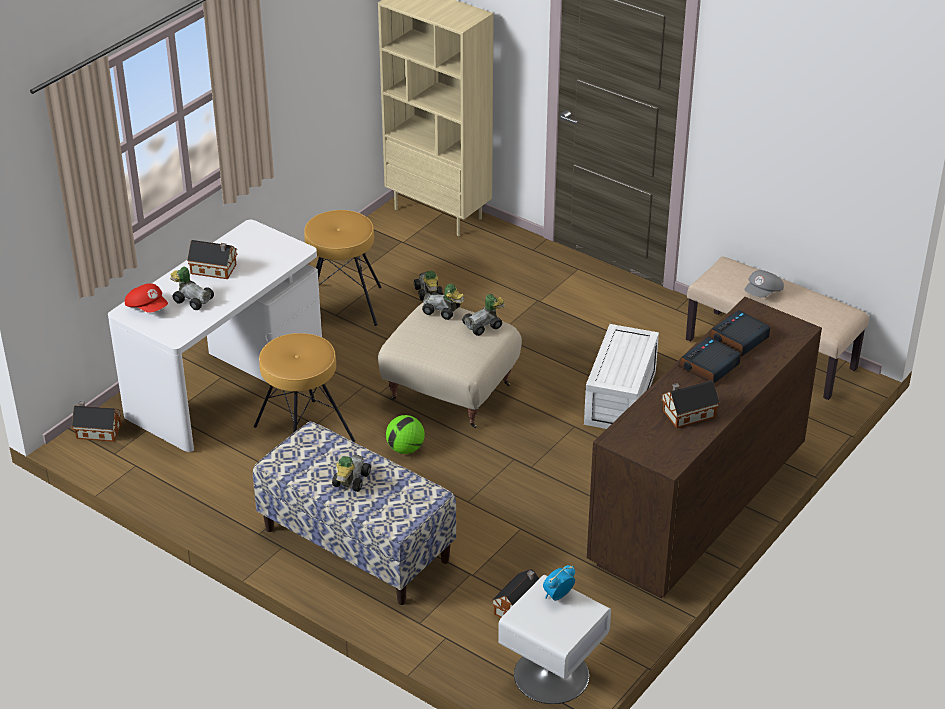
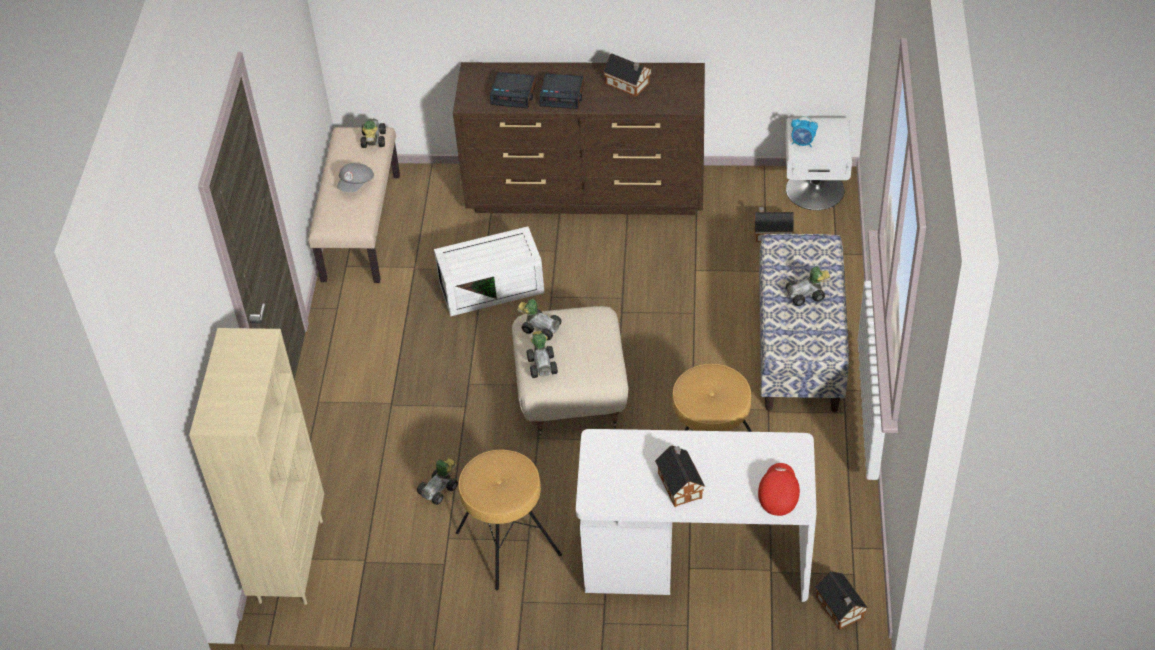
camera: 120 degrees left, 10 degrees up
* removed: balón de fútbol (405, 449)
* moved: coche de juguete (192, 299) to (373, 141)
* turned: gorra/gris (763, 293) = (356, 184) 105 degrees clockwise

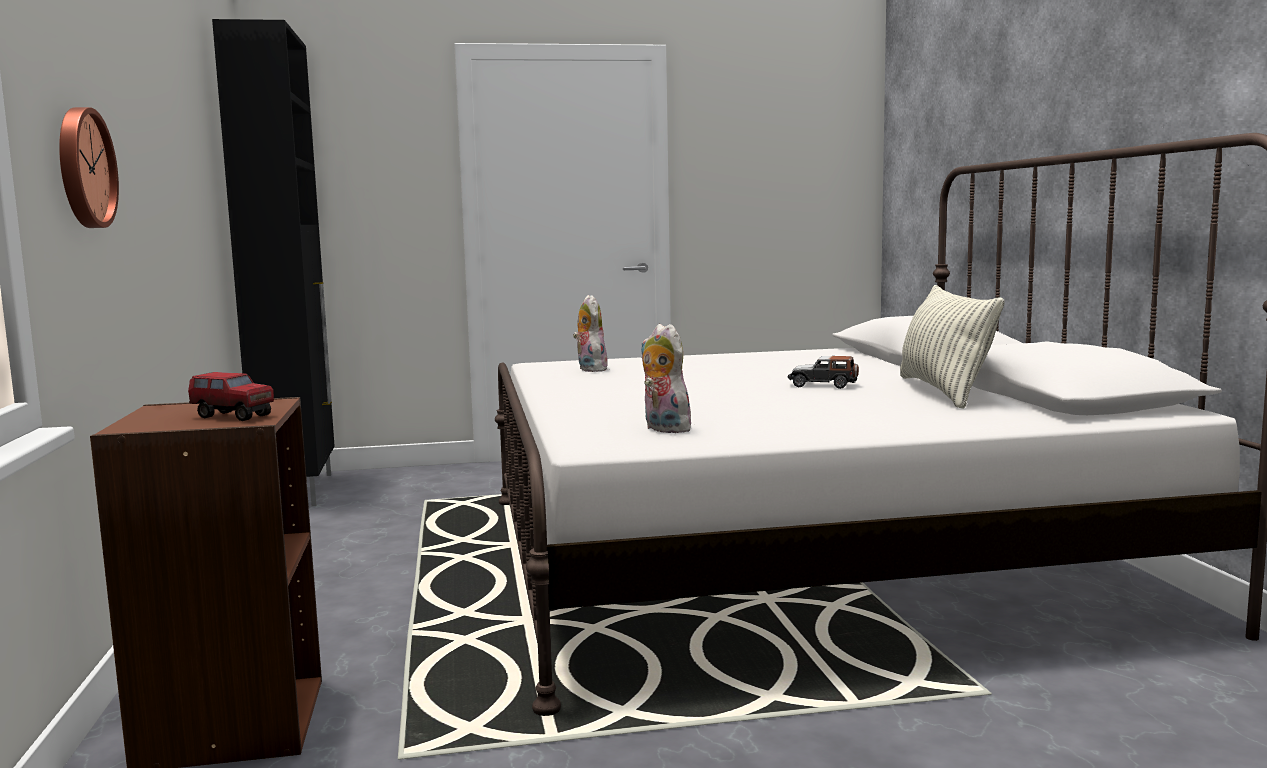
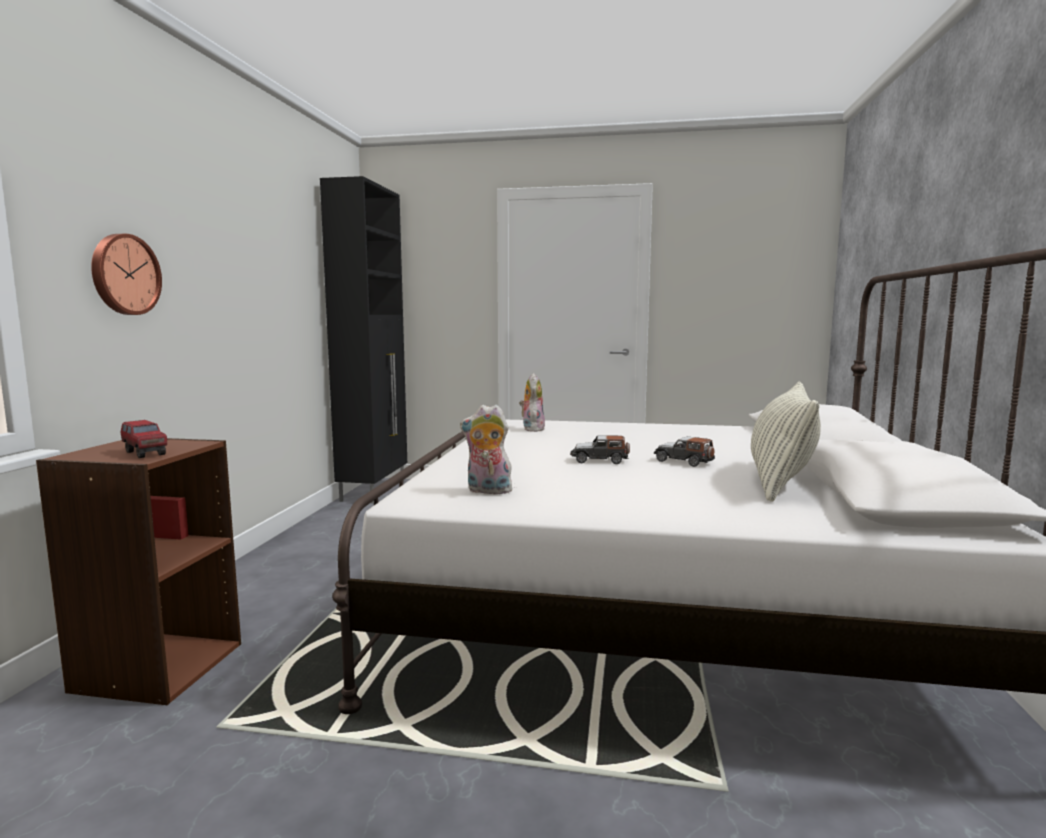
camera: 20 degrees right, 0 degrees up
* added: coche de juguete (599, 460)
* turned: peluche (663, 429) = (487, 491) 60 degrees counterclockwise

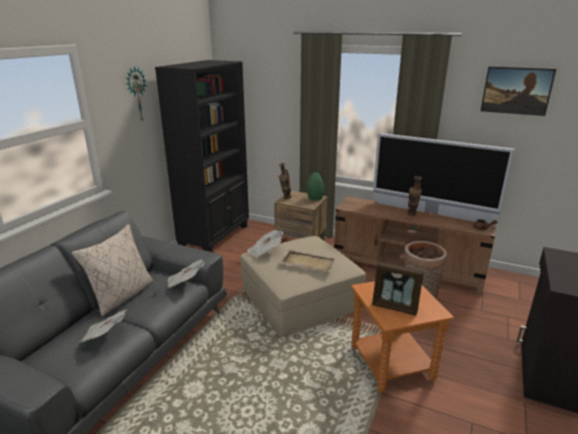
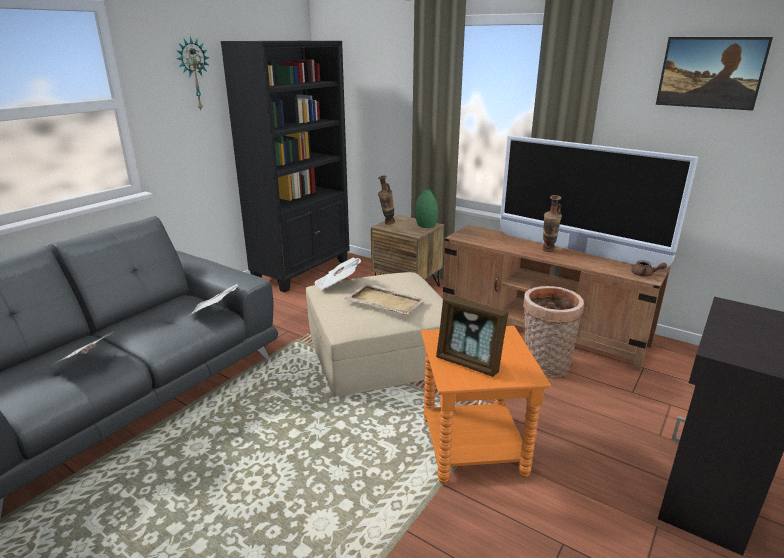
camera: 10 degrees right, 0 degrees up
* removed: cojín/beis (122, 296)

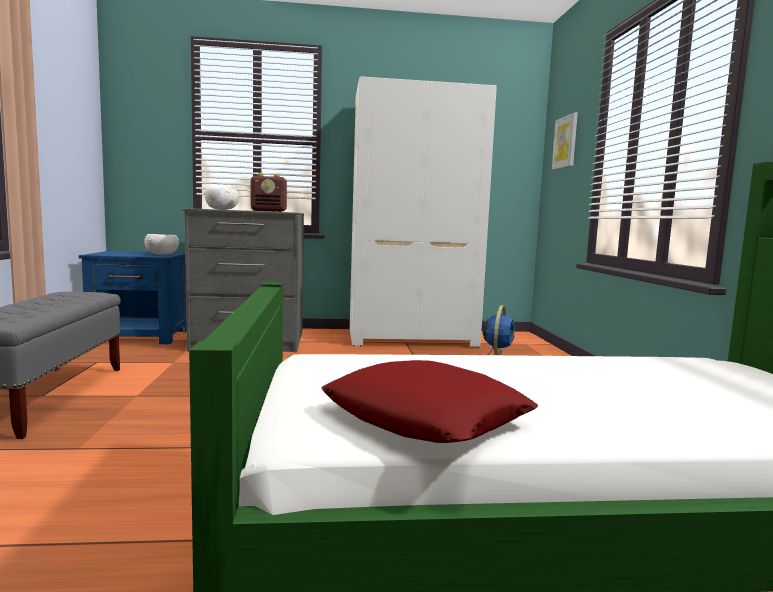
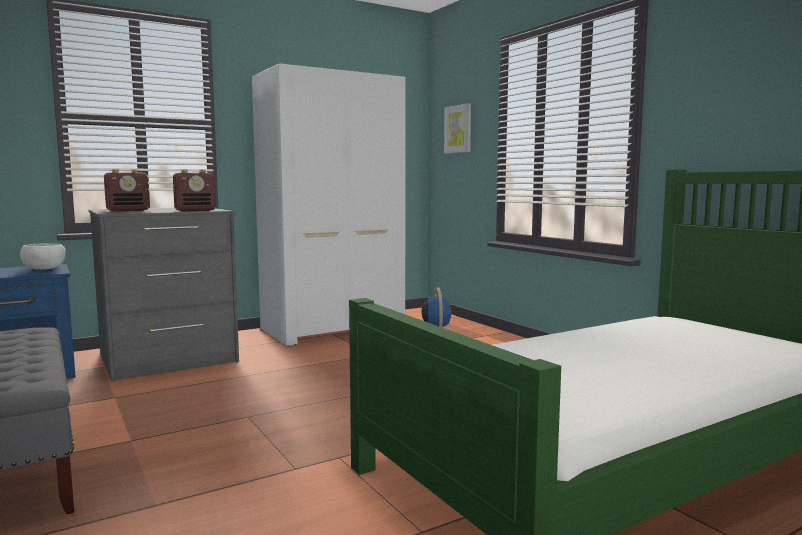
camera: 25 degrees left, 0 degrees up
* removed: cojín/rojo (425, 417)
* replaced: cuenco/blanco (222, 209) to radio (128, 210)

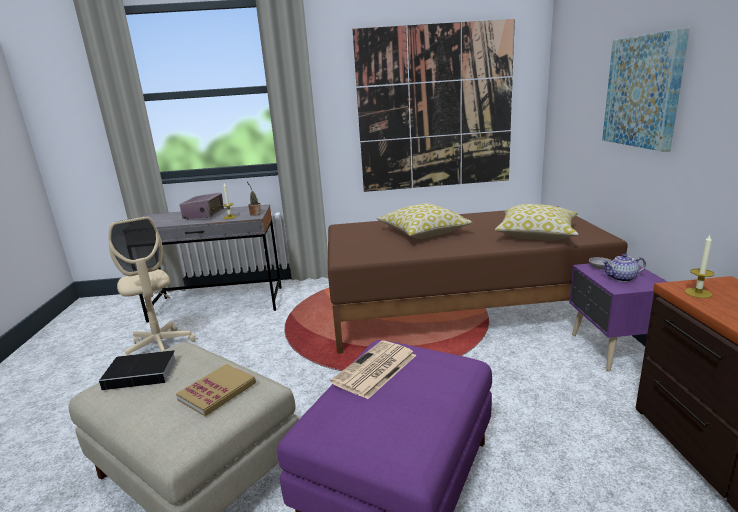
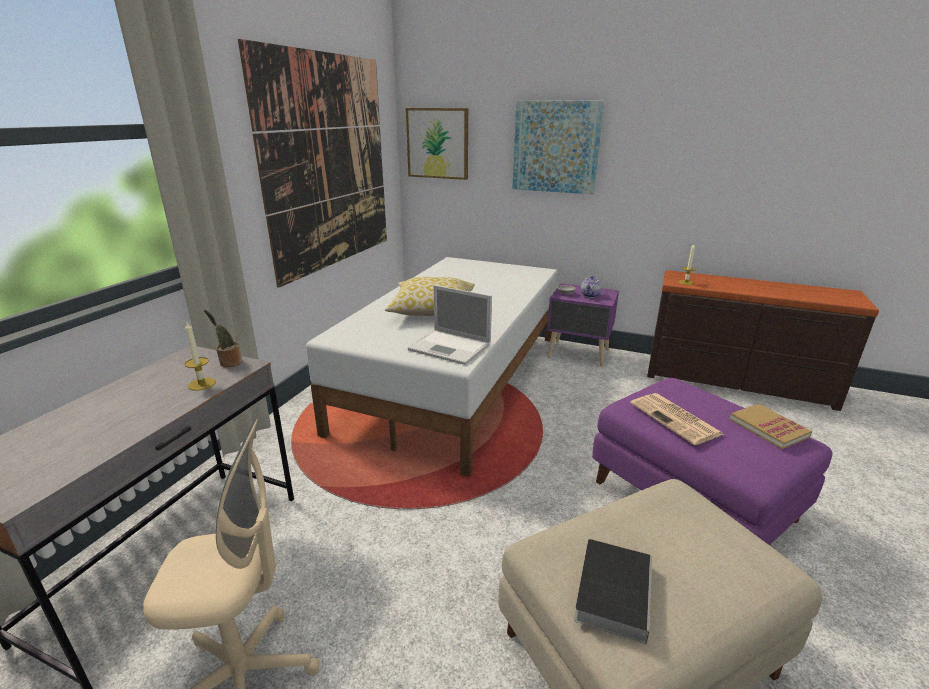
camera: 65 degrees left, 5 degrees up
* removed: radio (204, 214)
* removed: cojín (537, 234)
* added: cuadro (437, 143)
* added: portátil (451, 347)
* moved: libro (217, 391) to (768, 428)
* recoloured: cama/marrón (461, 309) to cama/blanco (457, 380)

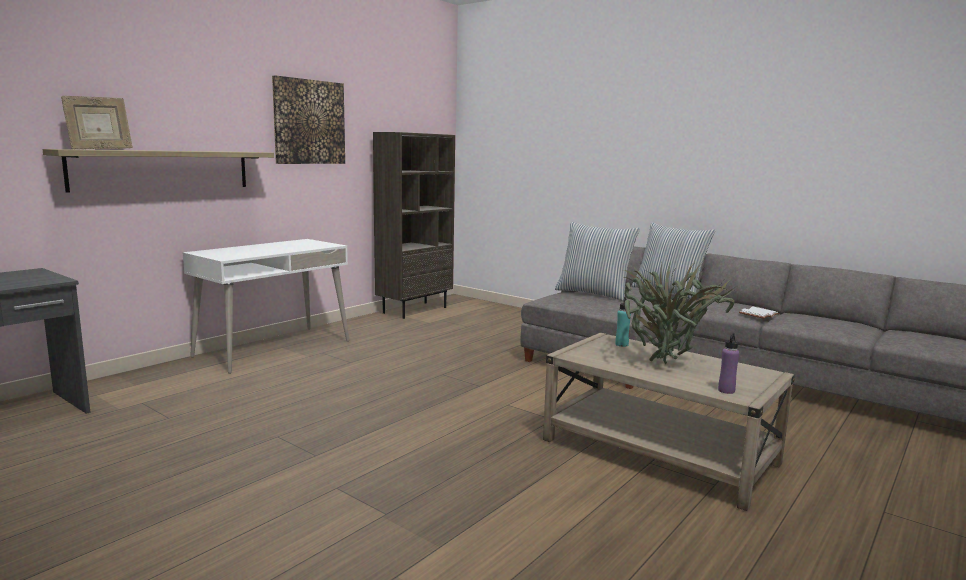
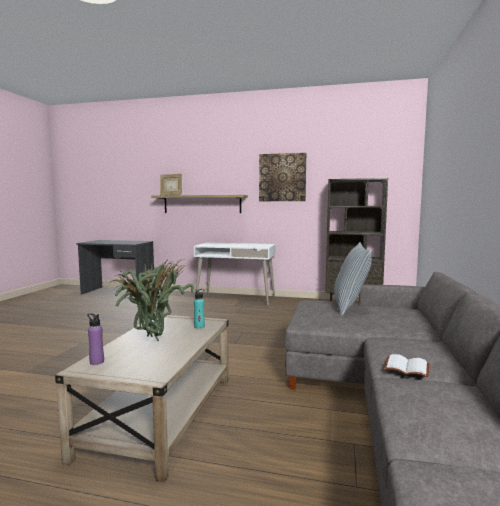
camera: 65 degrees right, 5 degrees down
* removed: cojín (668, 292)

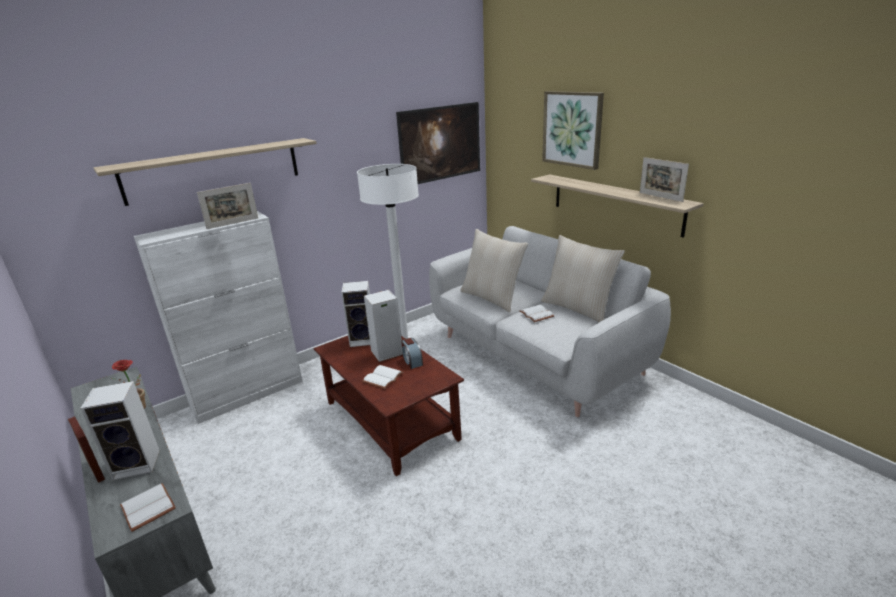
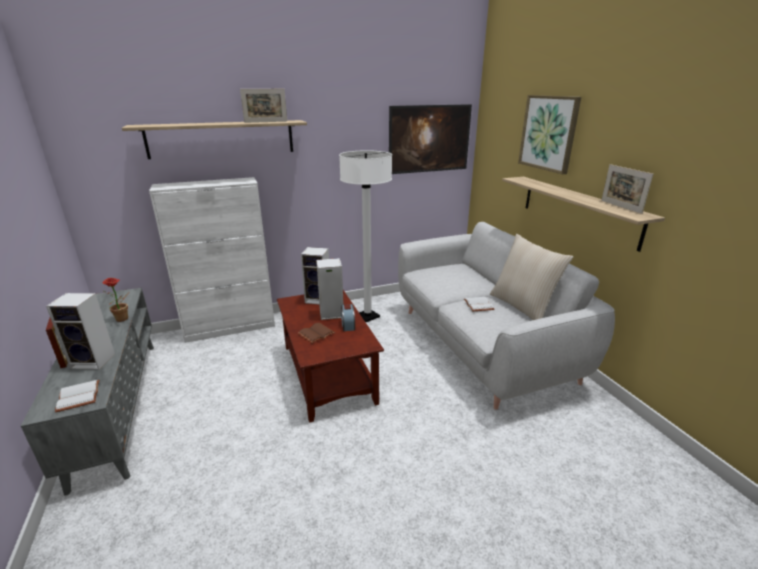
camera: 15 degrees right, 0 degrees up
* removed: cojín/beis (492, 298)
* moved: portarretratos (233, 223) to (266, 122)
* recoloured: libro/blanco (383, 378) to libro/marrón (316, 334)

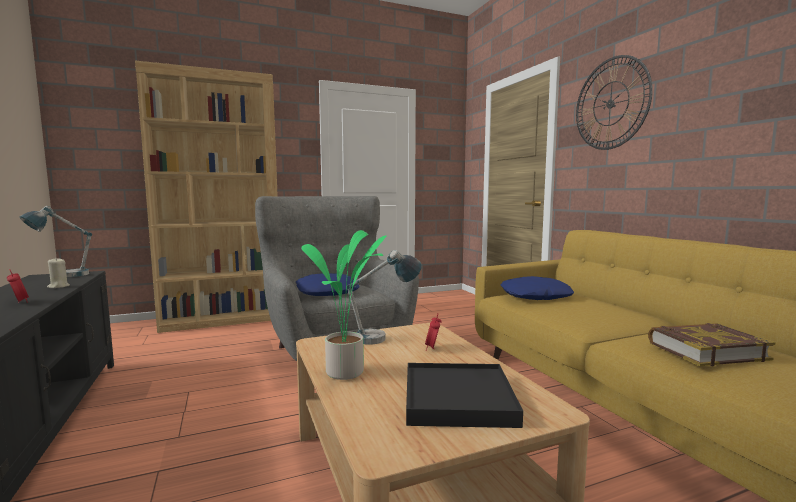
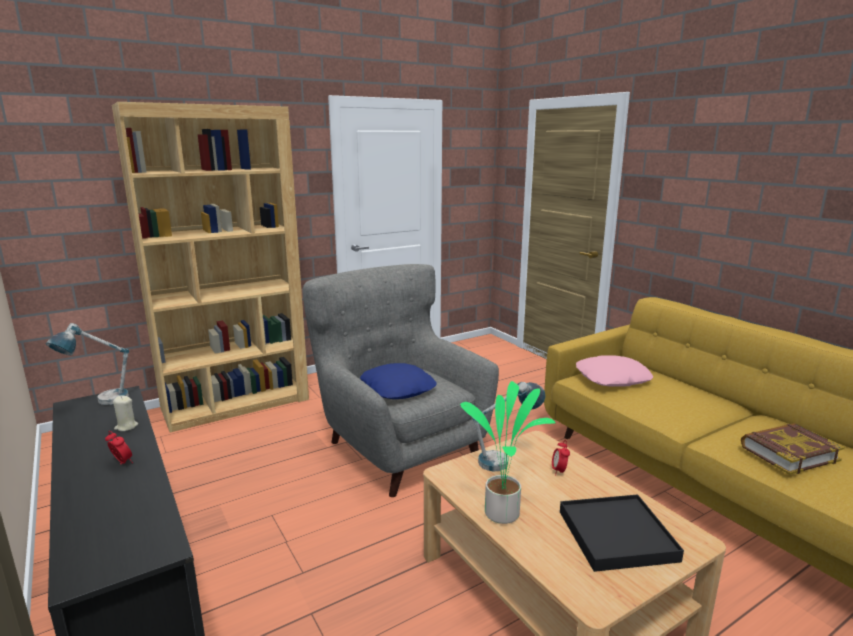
camera: 10 degrees left, 10 degrees up
* removed: reloj de pared (610, 103)
* recoloured: cojín/azul (535, 296) to cojín/rosa (612, 378)

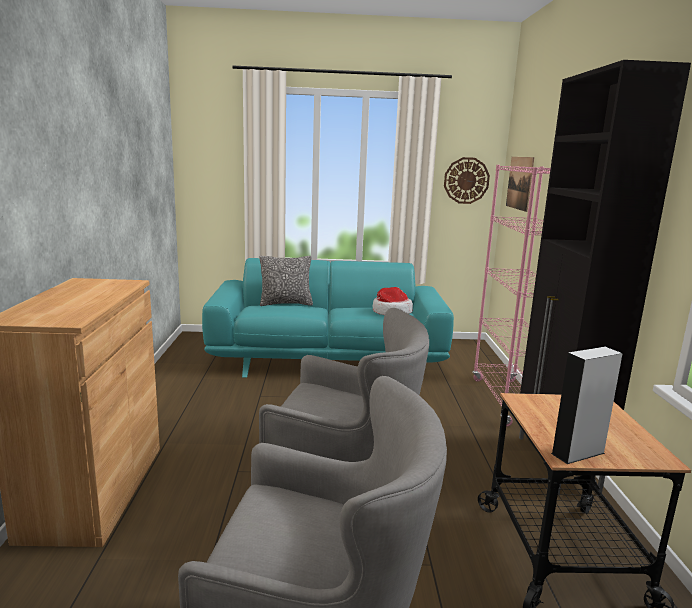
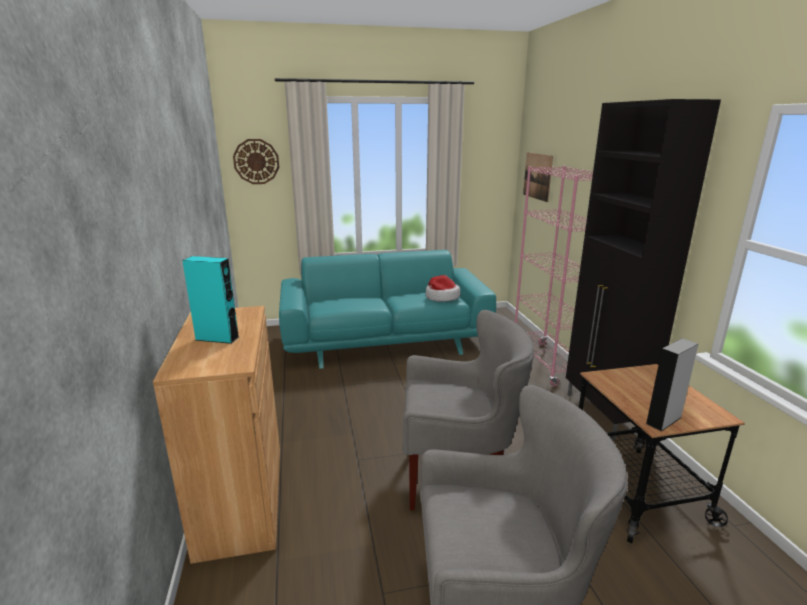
camera: 10 degrees left, 5 degrees up
* removed: cojín (286, 303)
* added: altavoz/turquesa (217, 338)
* moved: reloj de pared (466, 180) to (256, 161)

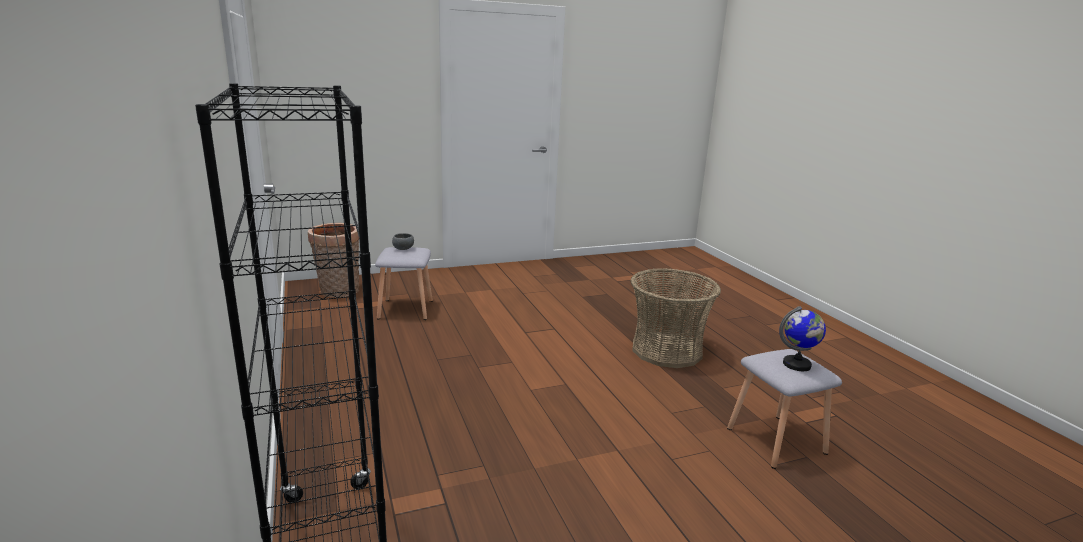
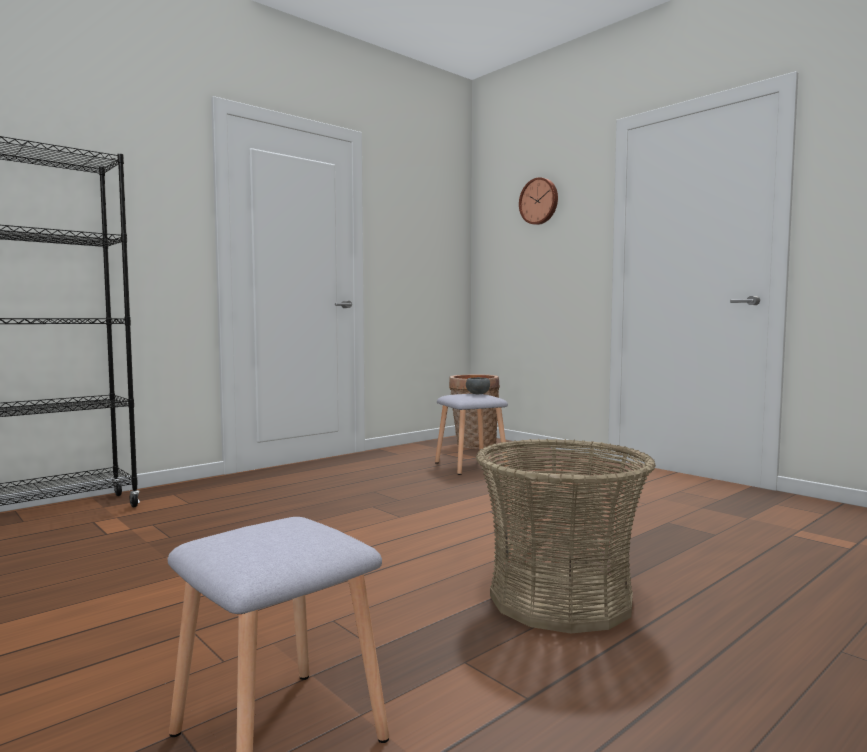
camera: 70 degrees right, 15 degrees down
* removed: globo terráqueo (797, 365)
* added: reloj de pared (539, 201)

